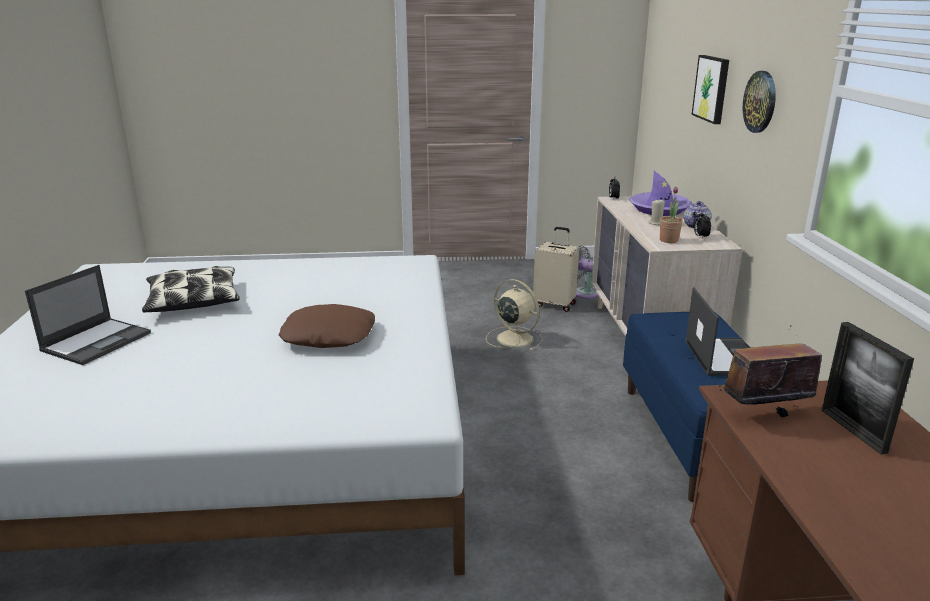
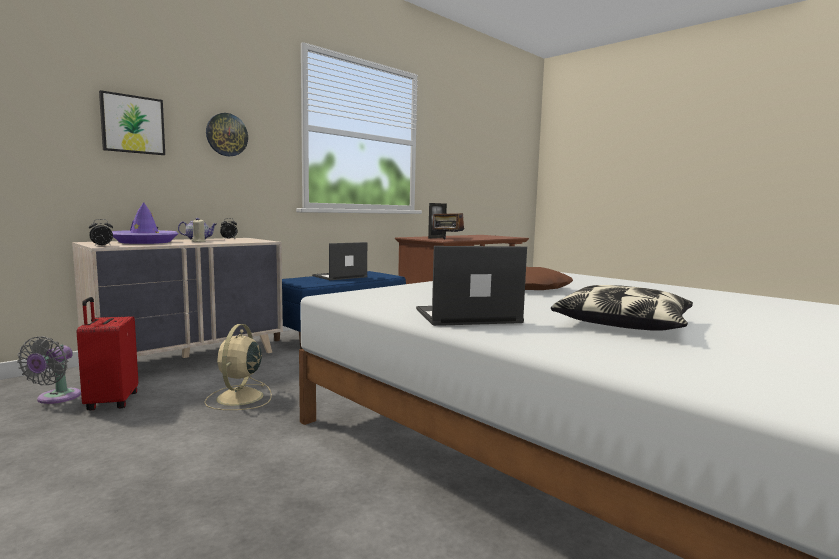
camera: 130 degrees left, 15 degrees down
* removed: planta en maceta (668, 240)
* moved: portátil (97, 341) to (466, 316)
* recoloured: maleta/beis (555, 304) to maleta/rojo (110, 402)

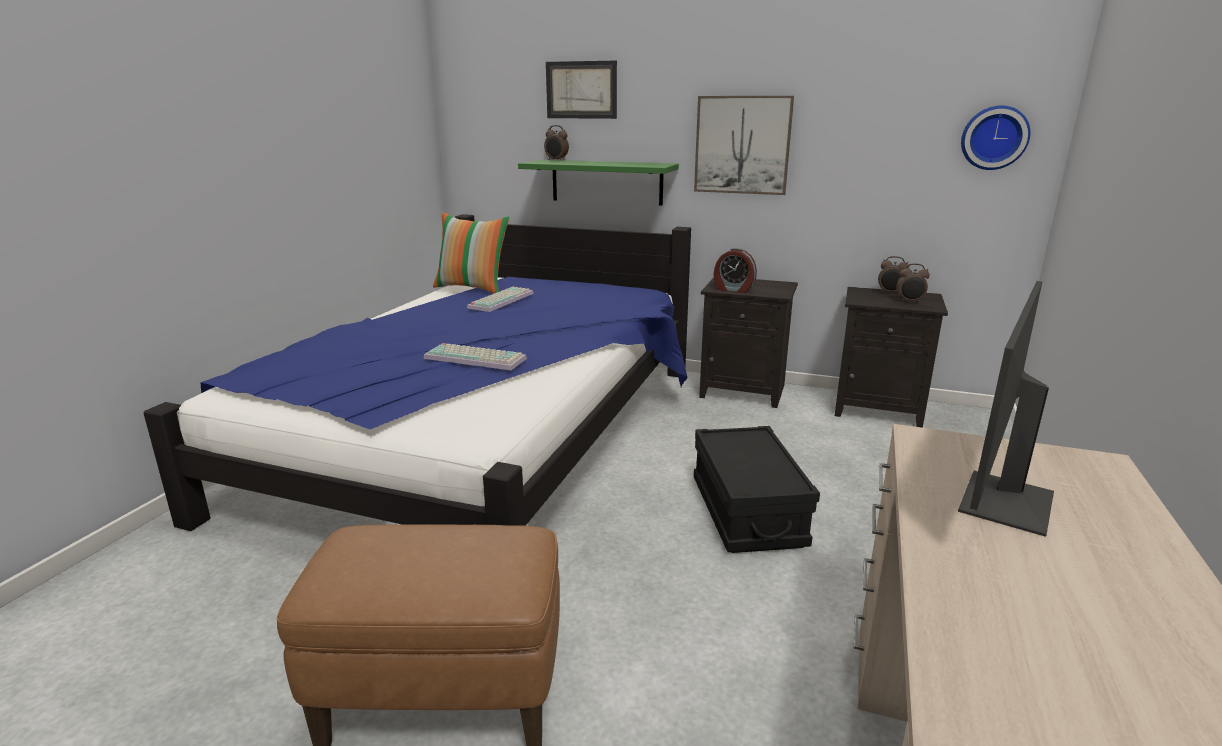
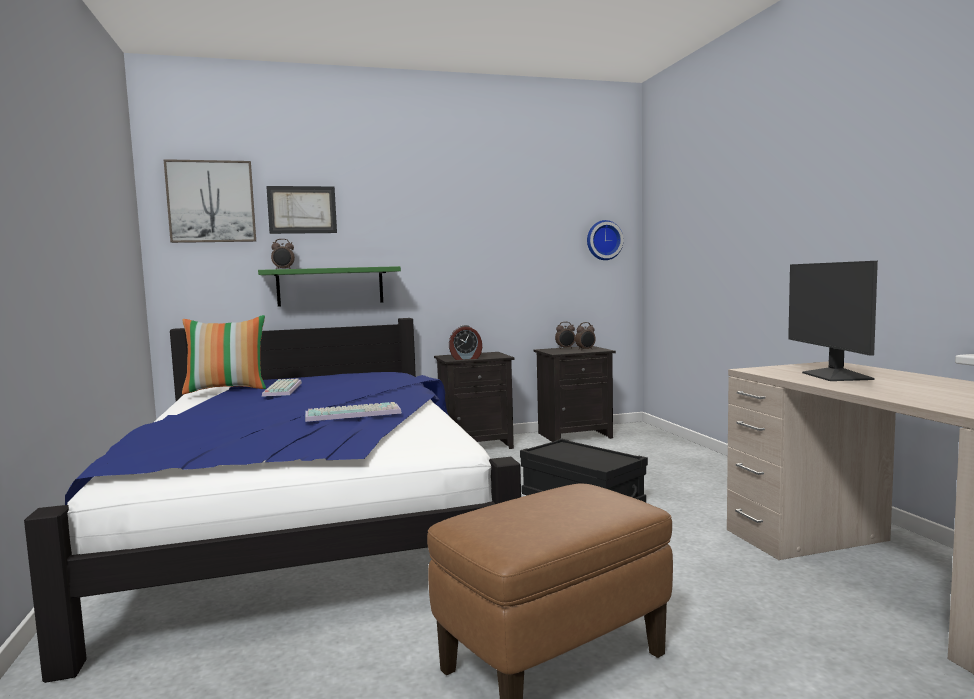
camera: 35 degrees left, 15 degrees down
* moved: cuadro (742, 145) to (211, 201)

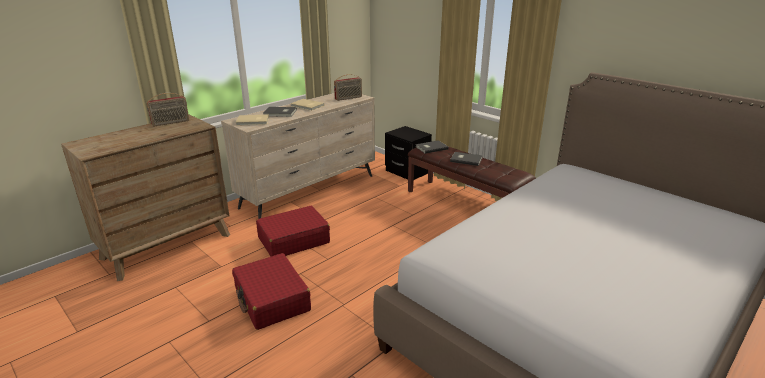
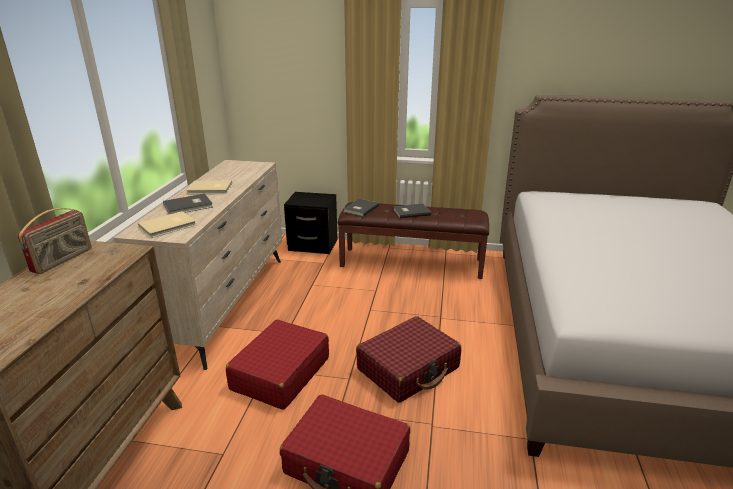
camera: 35 degrees left, 0 degrees up
* removed: radio (348, 98)
* added: maleta/rojo (408, 368)

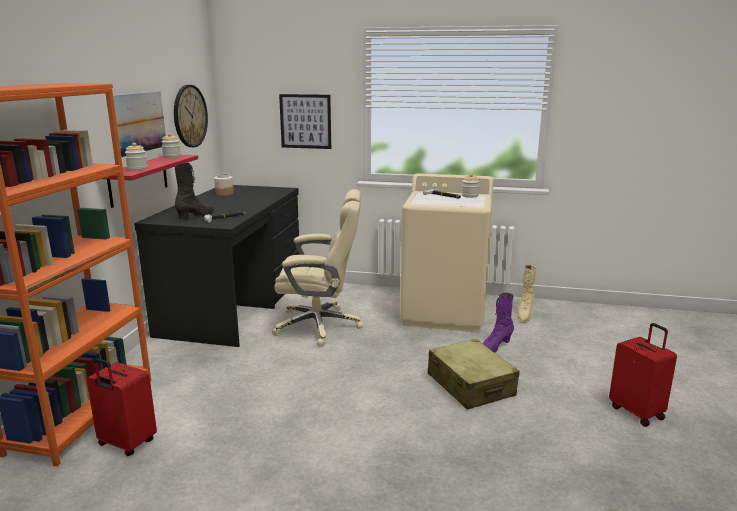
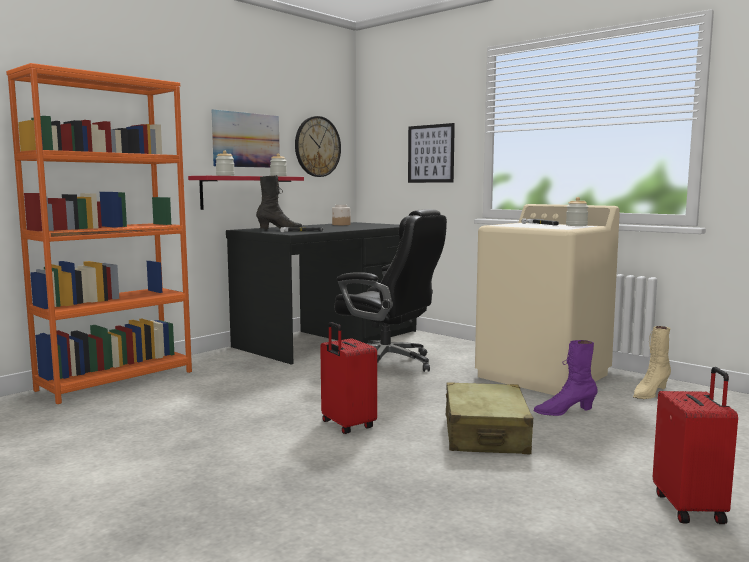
camera: 30 degrees right, 10 degrees down
* moved: maleta/rojo (126, 444) to (346, 425)
* recoloured: silla de oficina/beis (320, 325) to silla de oficina/negro (388, 363)

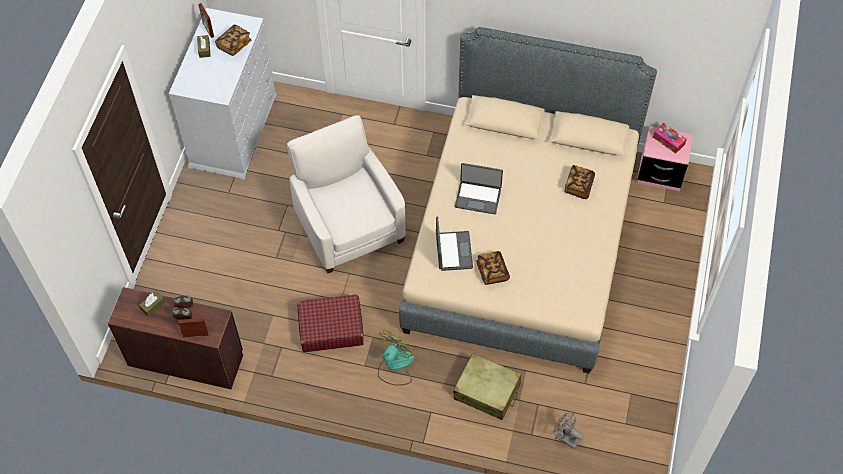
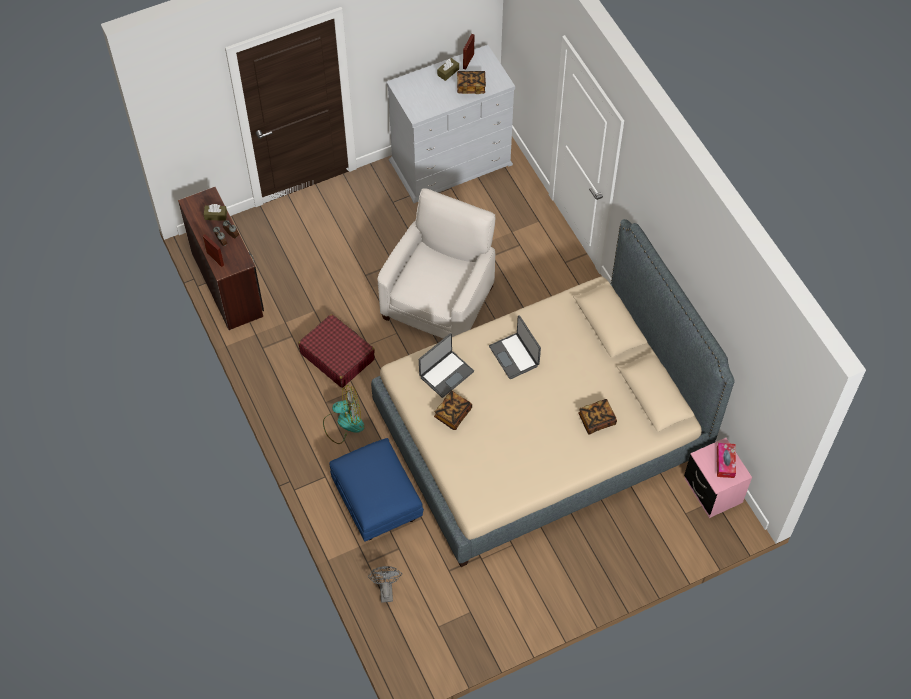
camera: 50 degrees right, 0 degrees up
* replaced: maleta/beis (487, 391) to puf/azul (378, 503)

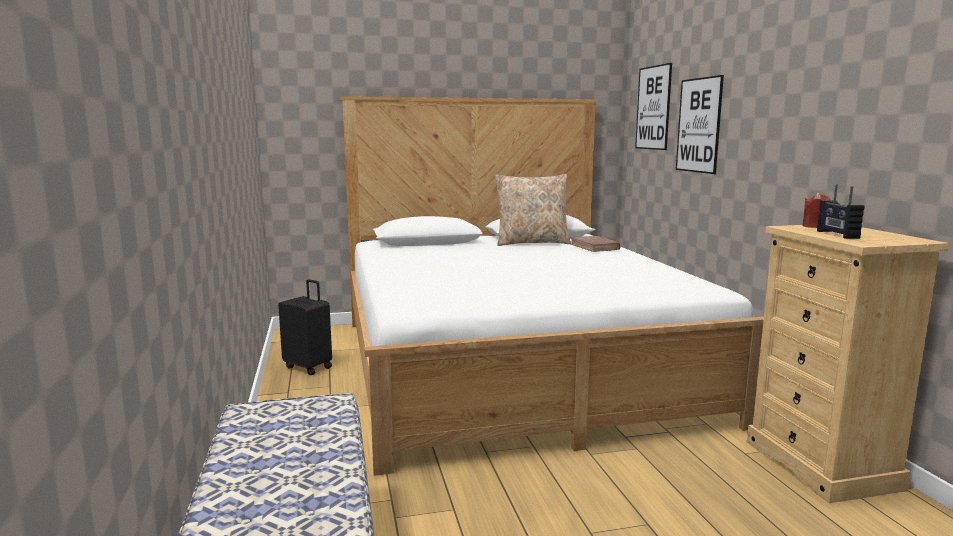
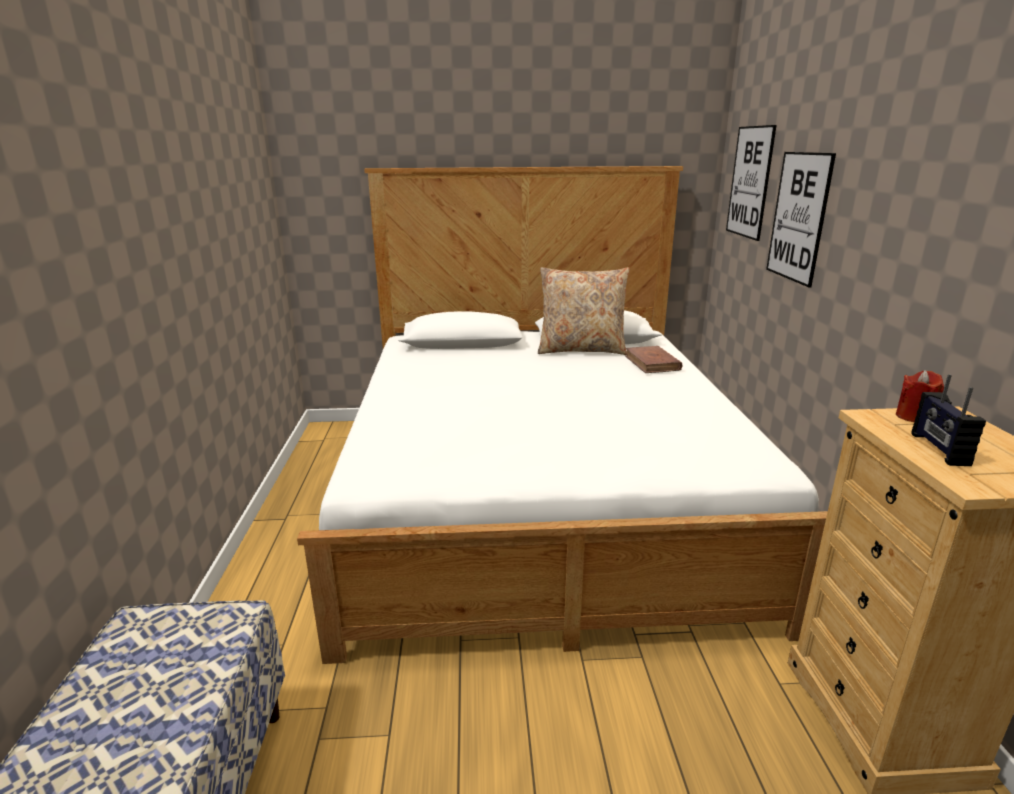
camera: 10 degrees right, 10 degrees up
* removed: maleta/negro (309, 367)

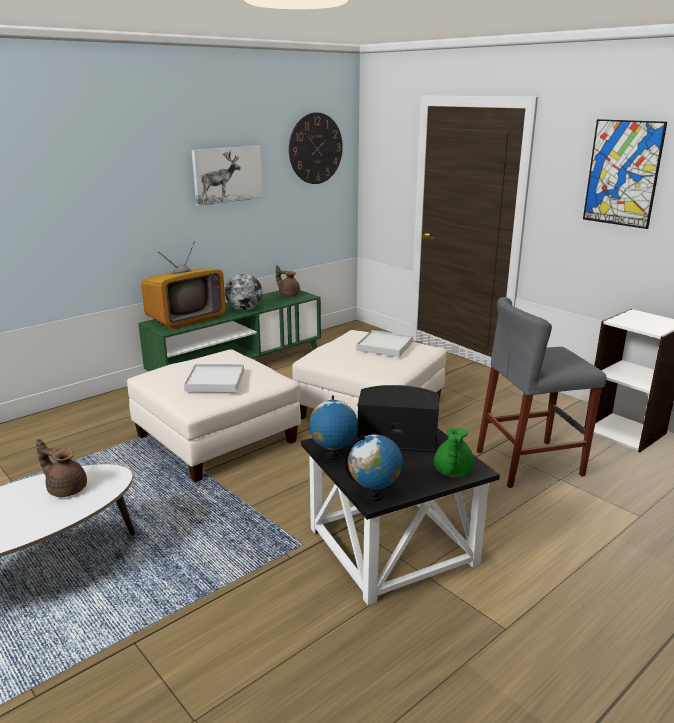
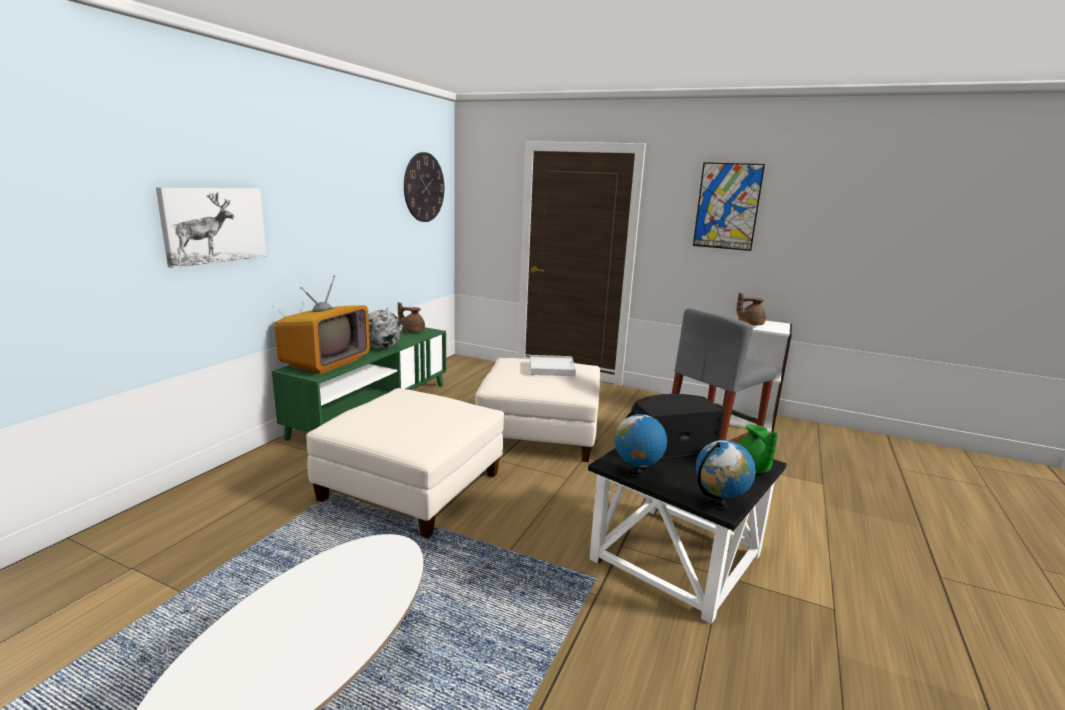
camera: 25 degrees left, 5 degrees down
* removed: bandeja/blanco (215, 381)
* moved: tetera/marrón (66, 489) to (750, 324)
* moved: cuadro (227, 174) to (214, 225)

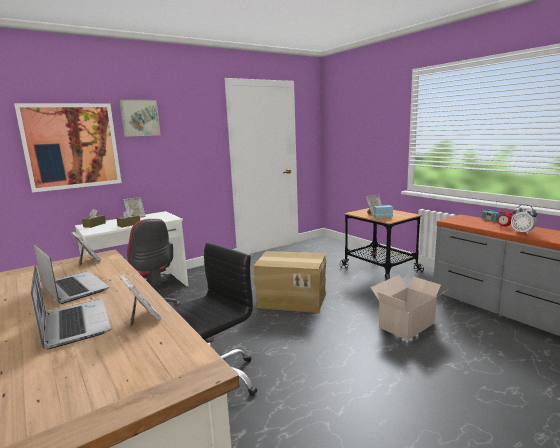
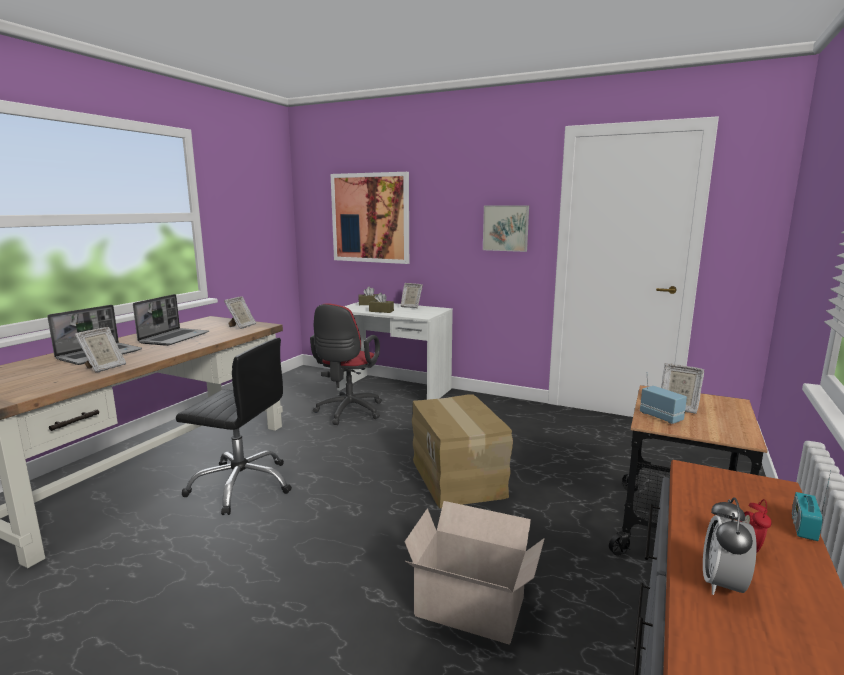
camera: 60 degrees right, 0 degrees up
* moved: cuadro (140, 118) to (506, 228)

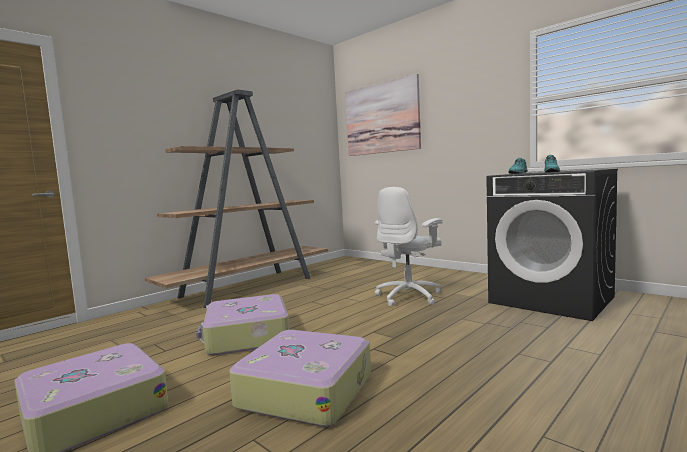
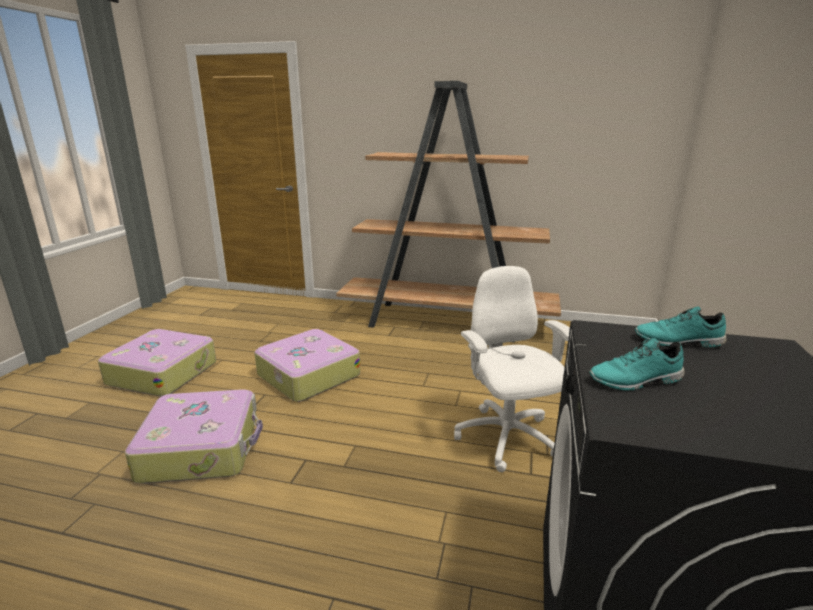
camera: 60 degrees right, 15 degrees up
* removed: cuadro (381, 118)
* turned: silla de oficina/blanco (409, 297) = (506, 439) 60 degrees clockwise

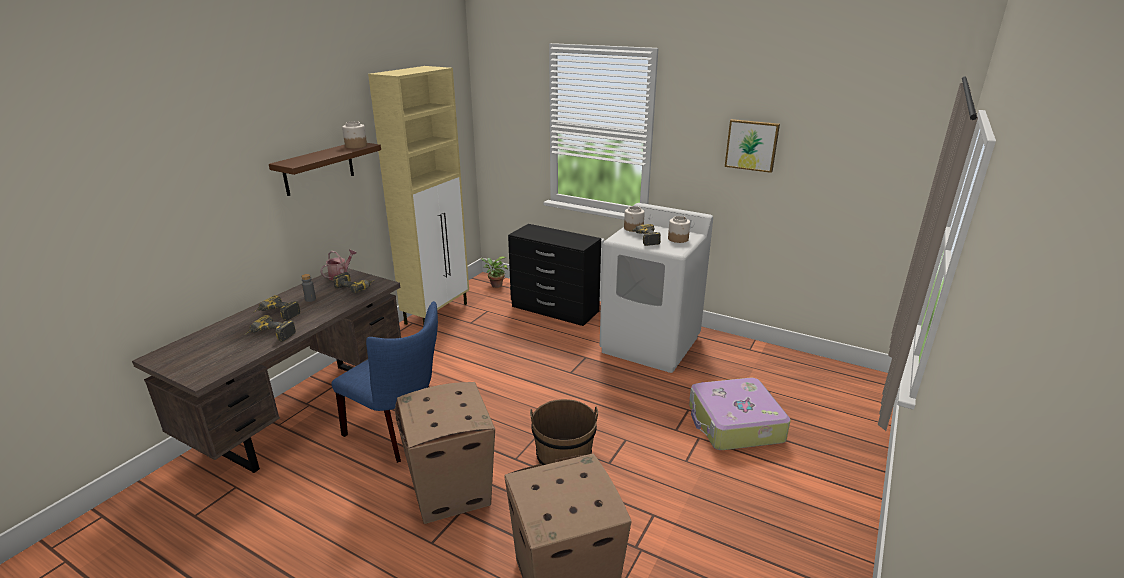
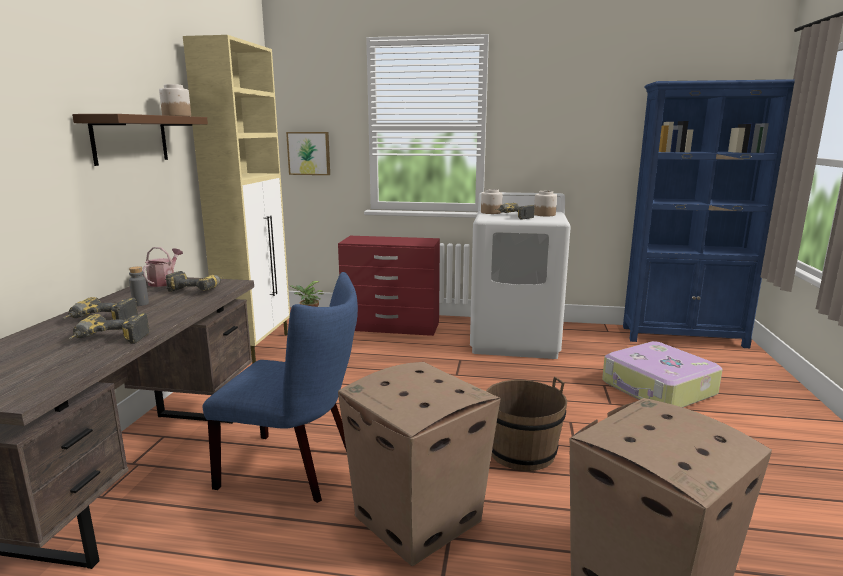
camera: 20 degrees left, 10 degrees down
* added: estantería/azul (684, 337)
* moved: cuadro (752, 145) to (309, 153)
* recoloured: cómoda/negro (554, 309) to cómoda/rojo (391, 326)

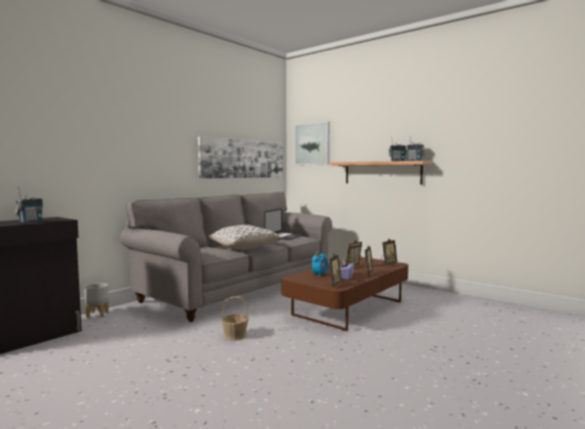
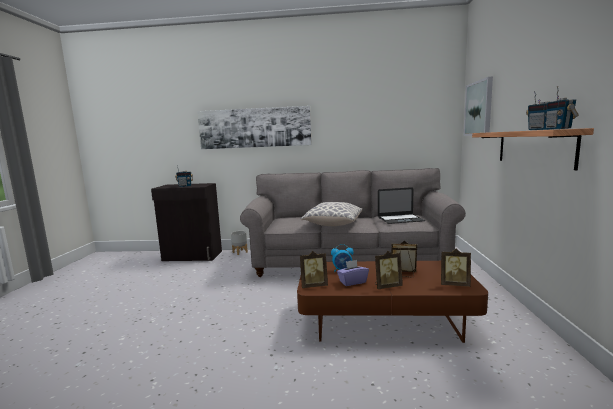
camera: 55 degrees right, 5 degrees up
* removed: cesta (235, 335)
* moved: cuadro (243, 159) to (254, 128)

